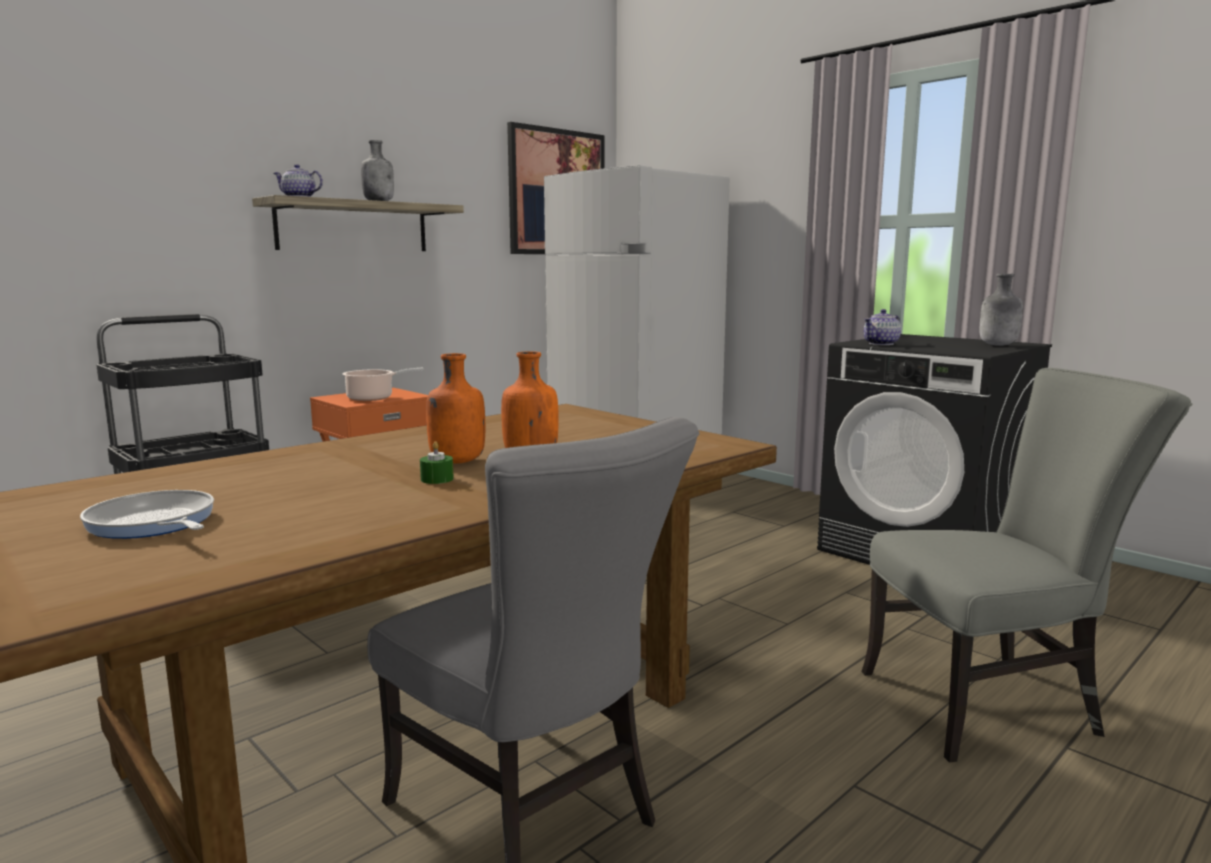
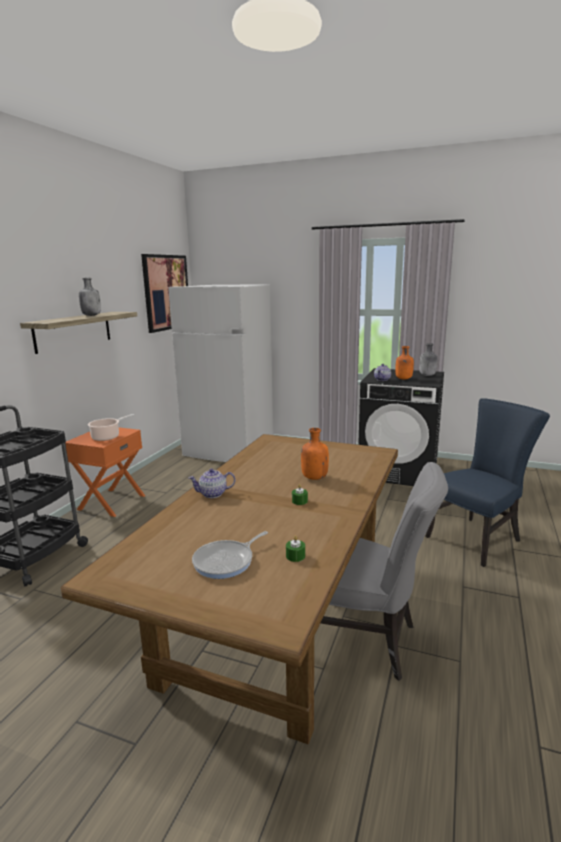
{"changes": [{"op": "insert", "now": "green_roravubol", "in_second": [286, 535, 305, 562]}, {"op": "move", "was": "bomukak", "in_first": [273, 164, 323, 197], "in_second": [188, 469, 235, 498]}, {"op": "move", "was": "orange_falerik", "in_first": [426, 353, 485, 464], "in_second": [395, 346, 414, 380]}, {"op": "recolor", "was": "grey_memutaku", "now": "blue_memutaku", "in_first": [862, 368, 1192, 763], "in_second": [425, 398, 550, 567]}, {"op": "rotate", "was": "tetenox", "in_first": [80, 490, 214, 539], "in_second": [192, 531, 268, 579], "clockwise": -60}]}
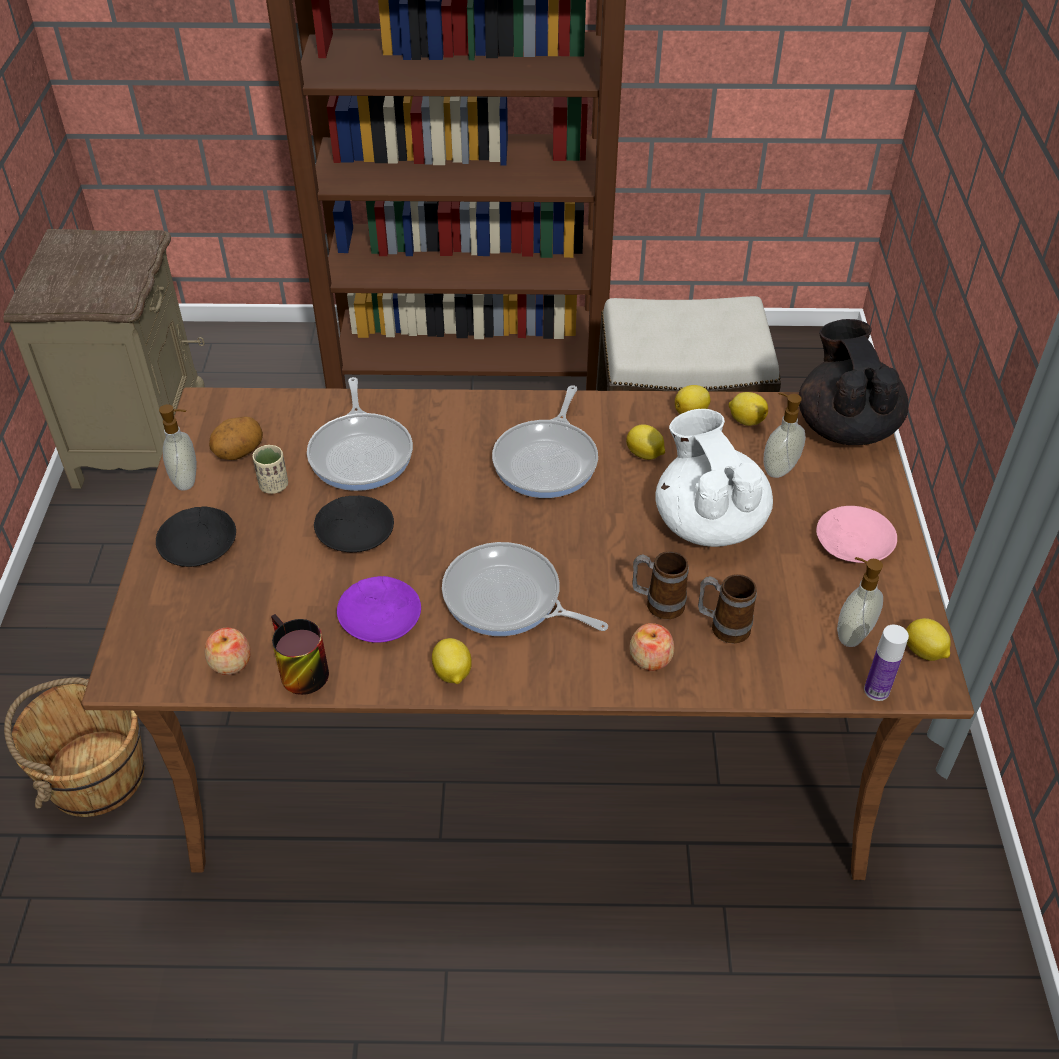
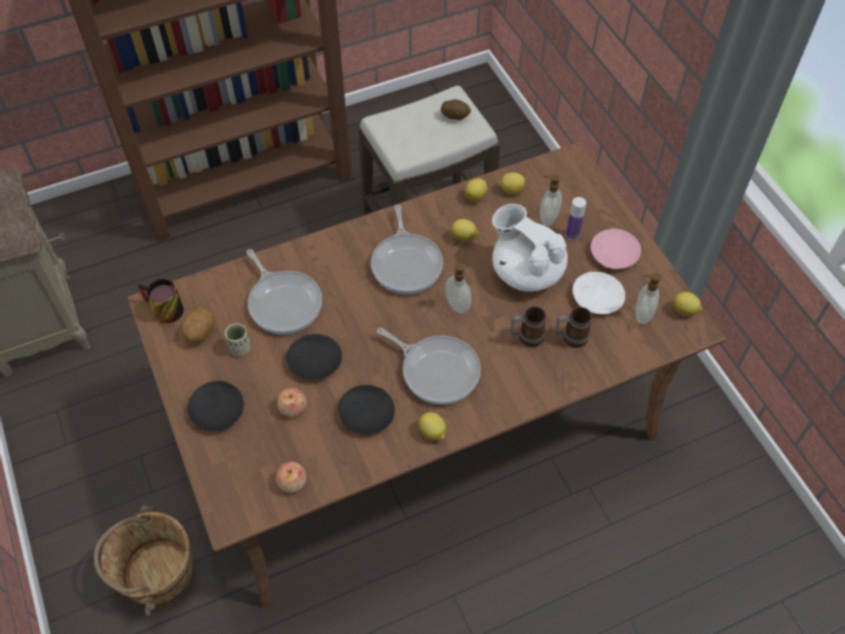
{"changes": [{"op": "delete", "was": "black_bomukak", "in_first": [799, 319, 908, 445]}, {"op": "insert", "now": "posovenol", "in_second": [441, 99, 471, 120]}, {"op": "insert", "now": "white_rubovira", "in_second": [572, 272, 625, 314]}, {"op": "move", "was": "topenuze", "in_first": [159, 404, 197, 491], "in_second": [445, 263, 472, 314]}, {"op": "move", "was": "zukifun", "in_first": [271, 614, 329, 695], "in_second": [138, 279, 184, 323]}, {"op": "move", "was": "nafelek", "in_first": [630, 623, 674, 671], "in_second": [277, 387, 307, 418]}, {"op": "move", "was": "falerik", "in_first": [864, 625, 909, 701], "in_second": [566, 197, 586, 241]}, {"op": "recolor", "was": "purple_rubovira", "now": "black_rubovira", "in_first": [337, 576, 421, 643], "in_second": [338, 385, 395, 435]}, {"op": "rotate", "was": "tetenox", "in_first": [442, 542, 608, 636], "in_second": [377, 328, 481, 405], "clockwise": -150}]}
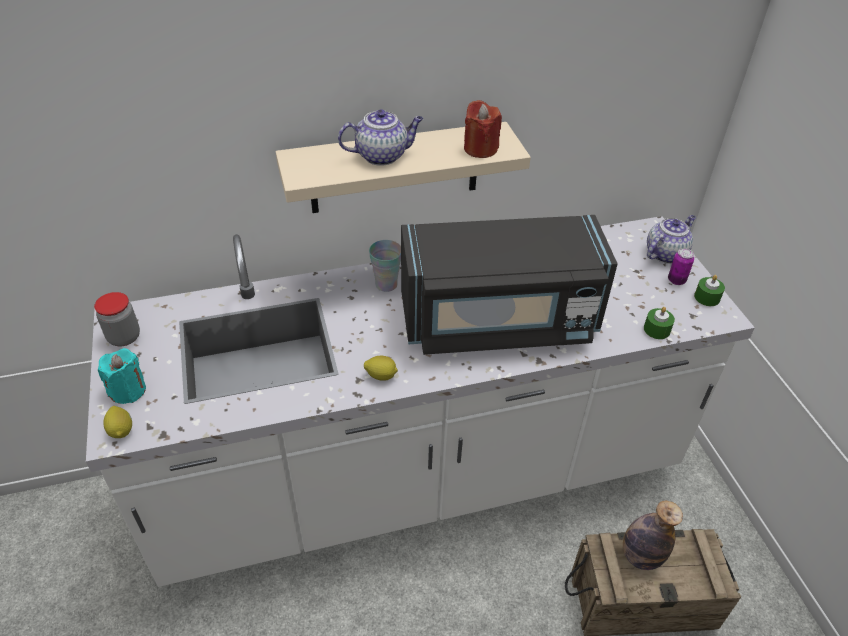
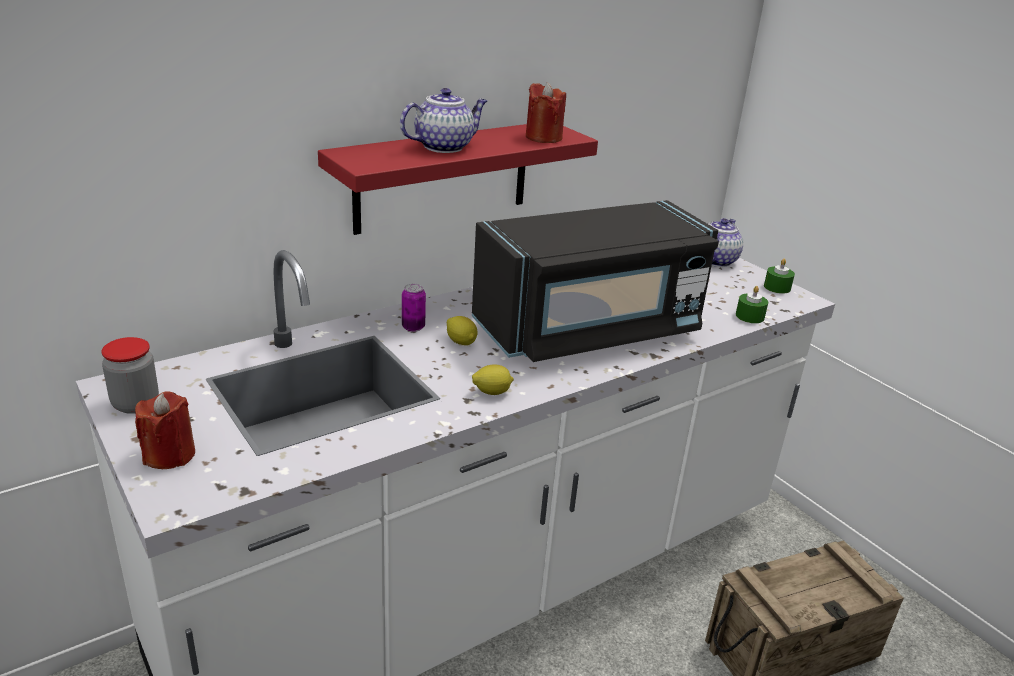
{"changes": [{"op": "delete", "was": "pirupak", "in_first": [369, 240, 401, 292]}, {"op": "delete", "was": "falerik", "in_first": [623, 501, 683, 570]}, {"op": "move", "was": "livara", "in_first": [103, 406, 132, 438], "in_second": [447, 316, 478, 345]}, {"op": "move", "was": "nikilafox", "in_first": [668, 248, 694, 285], "in_second": [402, 284, 426, 332]}, {"op": "recolor", "was": "turquoise_roravubol", "now": "red_roravubol", "in_first": [98, 348, 146, 404], "in_second": [135, 391, 195, 469]}, {"op": "recolor", "was": "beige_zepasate", "now": "red_zepasate", "in_first": [276, 122, 531, 213], "in_second": [318, 124, 598, 235]}]}
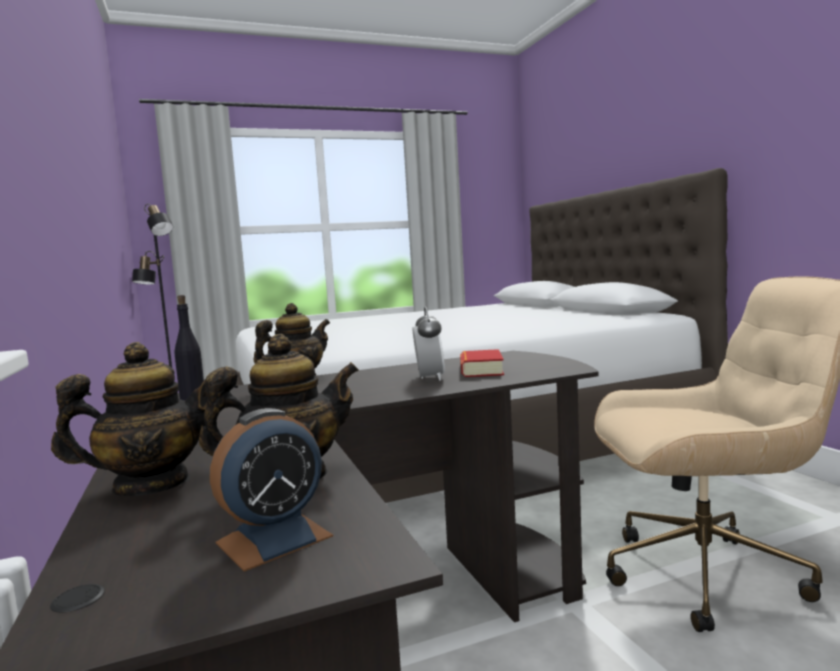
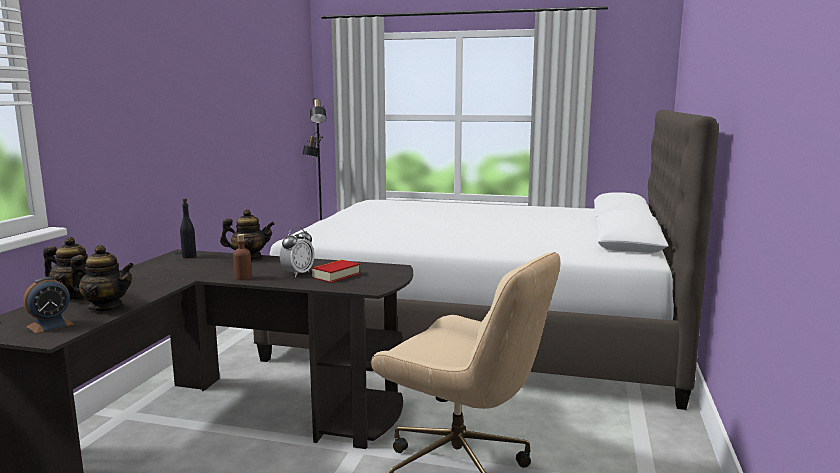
{"changes": [{"op": "insert", "now": "brown_falerik", "in_second": [233, 234, 252, 280]}, {"op": "rotate", "was": "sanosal", "in_first": [210, 408, 333, 572], "in_second": [23, 277, 74, 334], "clockwise": -45}]}
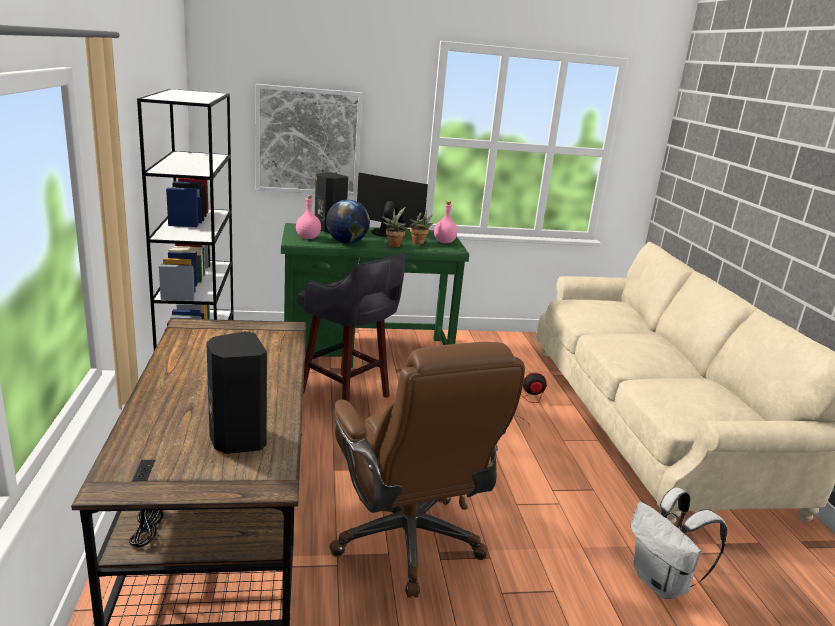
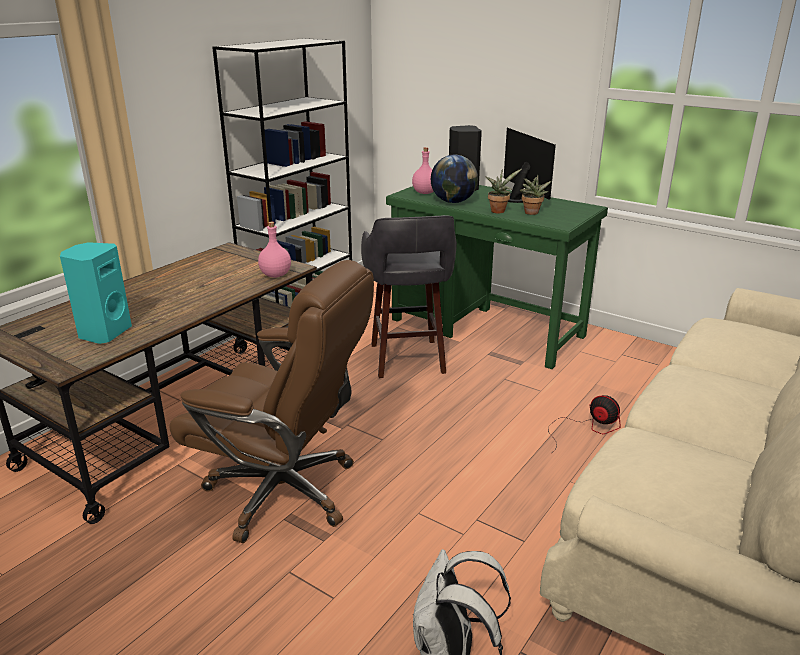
{"changes": [{"op": "delete", "was": "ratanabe", "in_first": [255, 84, 362, 196]}, {"op": "move", "was": "pink_falerik", "in_first": [434, 201, 457, 243], "in_second": [258, 222, 291, 278]}, {"op": "recolor", "was": "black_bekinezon", "now": "turquoise_bekinezon", "in_first": [206, 331, 267, 454], "in_second": [60, 242, 132, 344]}, {"op": "rotate", "was": "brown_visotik", "in_first": [329, 342, 525, 598], "in_second": [170, 260, 374, 543], "clockwise": -90}]}
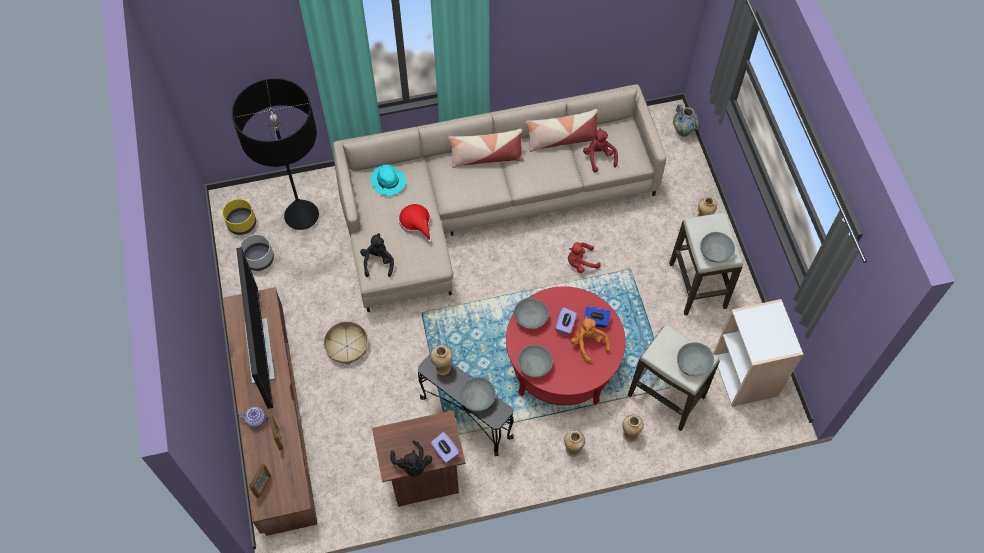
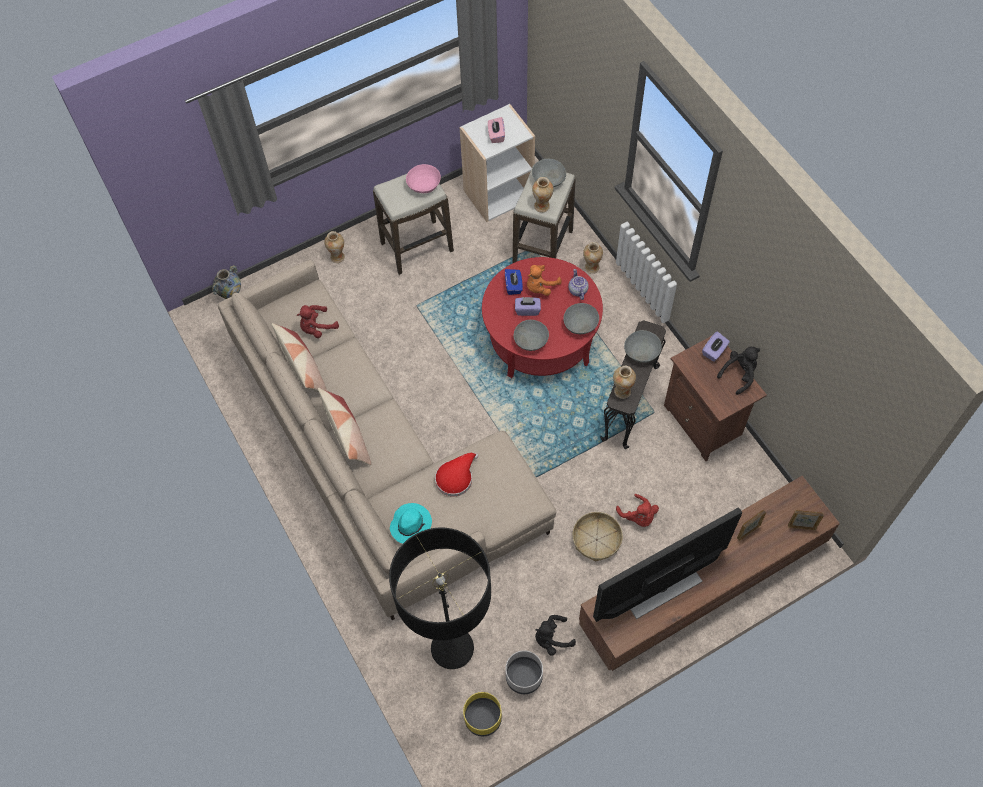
{"changes": [{"op": "insert", "now": "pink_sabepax", "in_second": [488, 117, 505, 143]}, {"op": "move", "was": "bomukak", "in_first": [237, 407, 270, 428], "in_second": [568, 269, 589, 300]}, {"op": "move", "was": "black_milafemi", "in_first": [360, 233, 394, 277], "in_second": [535, 615, 576, 656]}, {"op": "move", "was": "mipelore", "in_first": [564, 430, 585, 457], "in_second": [532, 177, 554, 213]}, {"op": "move", "was": "red_milafemi", "in_first": [568, 242, 601, 273], "in_second": [616, 494, 659, 527]}, {"op": "recolor", "was": "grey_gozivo", "now": "pink_gozivo", "in_first": [700, 232, 735, 262], "in_second": [406, 164, 441, 193]}]}
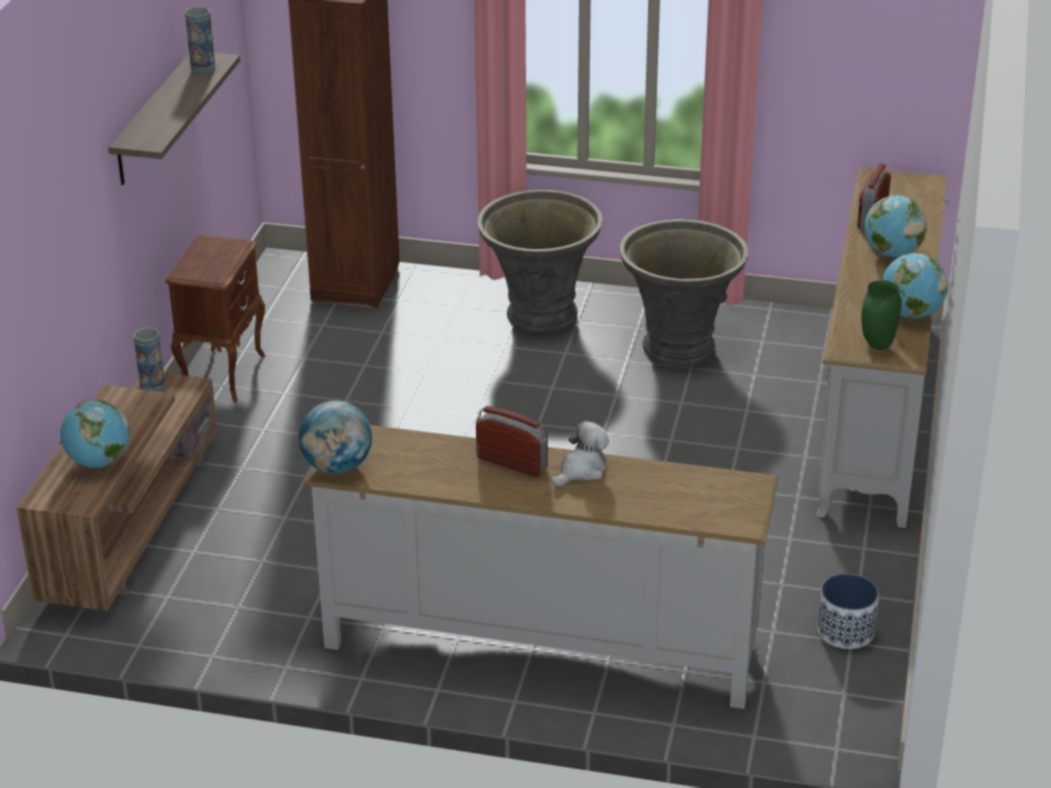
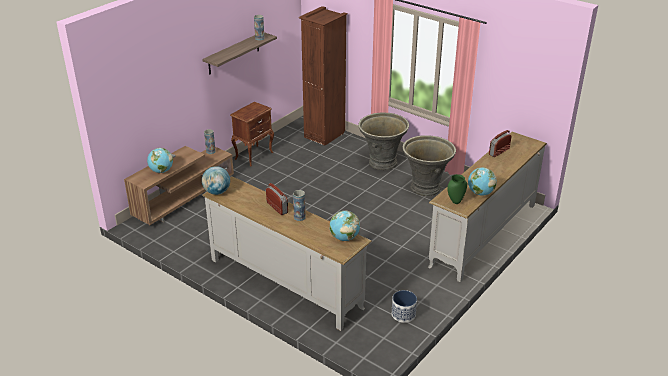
{"changes": [{"op": "move", "was": "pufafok", "in_first": [864, 195, 927, 257], "in_second": [330, 211, 360, 241]}, {"op": "replace", "was": "milafemi", "now": "mipelore", "in_first": [551, 421, 609, 486], "in_second": [293, 190, 306, 221]}]}
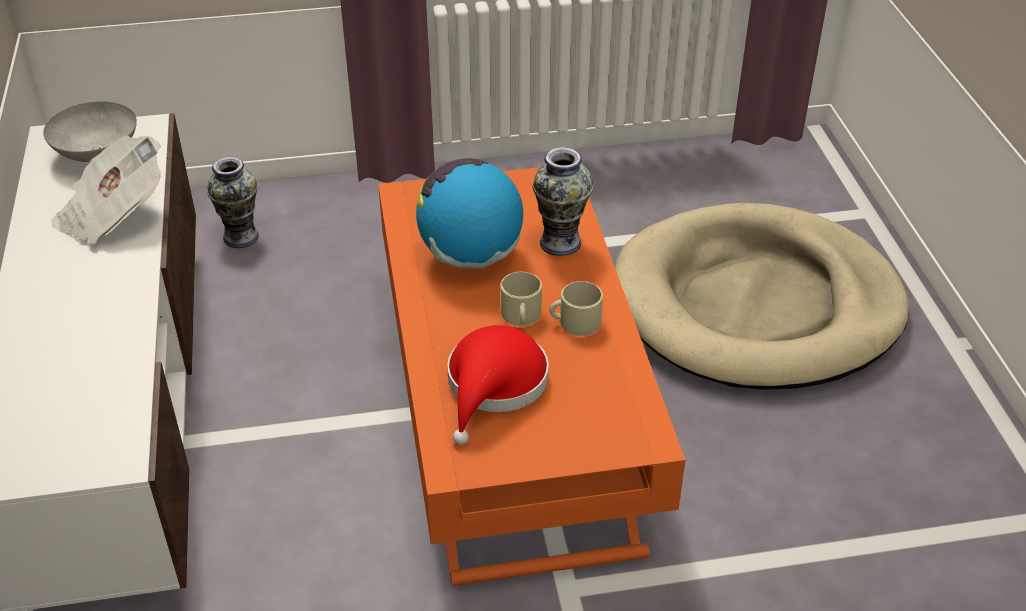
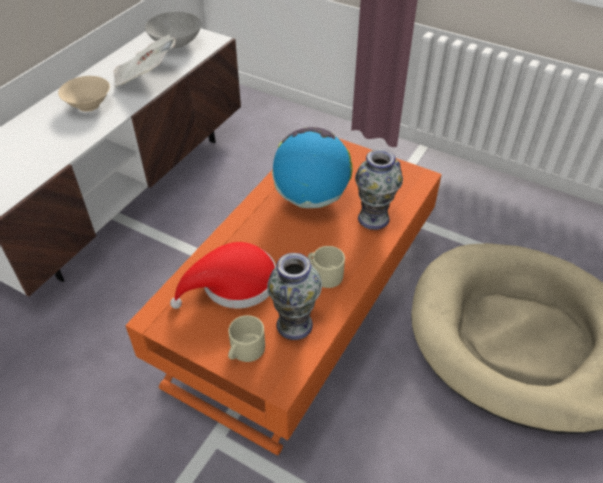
{"changes": [{"op": "insert", "now": "beige_gozivo", "in_second": [58, 76, 110, 112]}, {"op": "move", "was": "mipelore", "in_first": [207, 157, 259, 248], "in_second": [267, 253, 322, 340]}, {"op": "move", "was": "beige_zukifun", "in_first": [501, 272, 542, 326], "in_second": [228, 315, 265, 362]}]}
